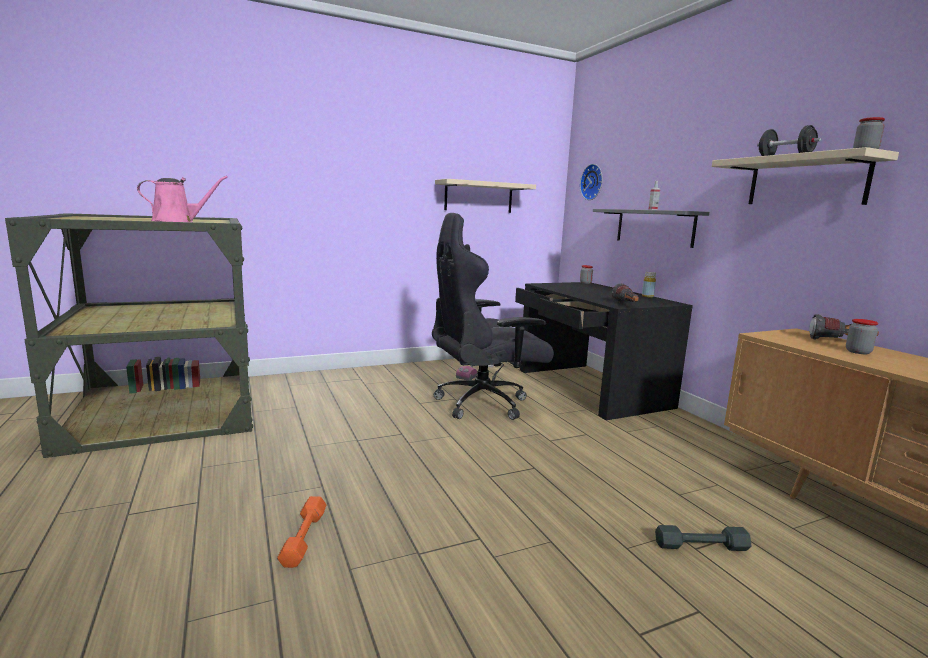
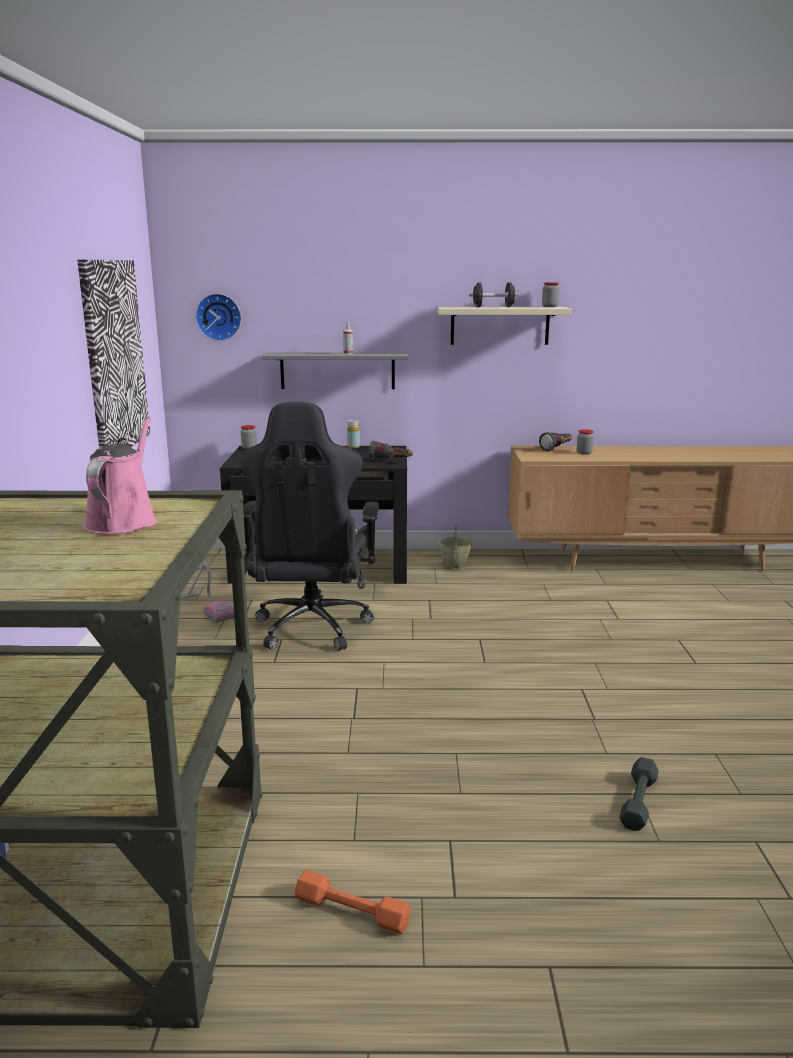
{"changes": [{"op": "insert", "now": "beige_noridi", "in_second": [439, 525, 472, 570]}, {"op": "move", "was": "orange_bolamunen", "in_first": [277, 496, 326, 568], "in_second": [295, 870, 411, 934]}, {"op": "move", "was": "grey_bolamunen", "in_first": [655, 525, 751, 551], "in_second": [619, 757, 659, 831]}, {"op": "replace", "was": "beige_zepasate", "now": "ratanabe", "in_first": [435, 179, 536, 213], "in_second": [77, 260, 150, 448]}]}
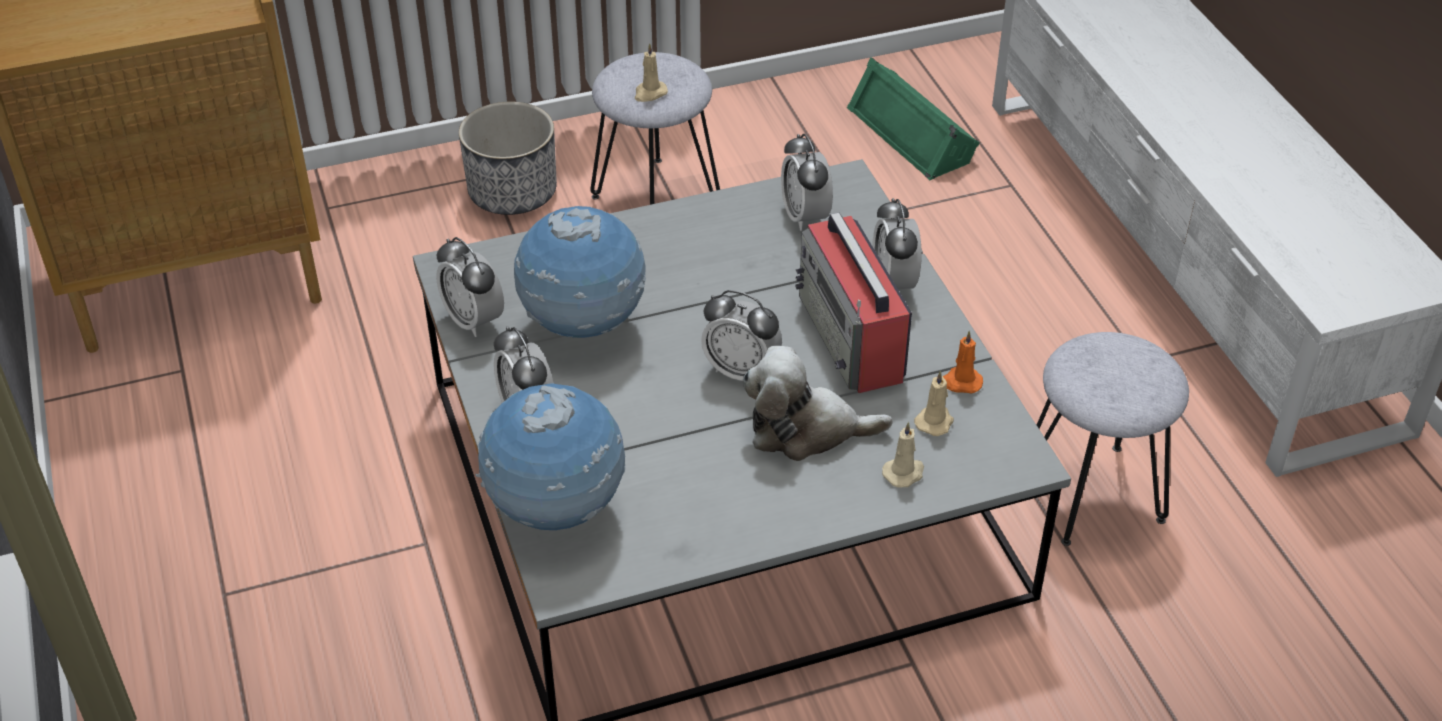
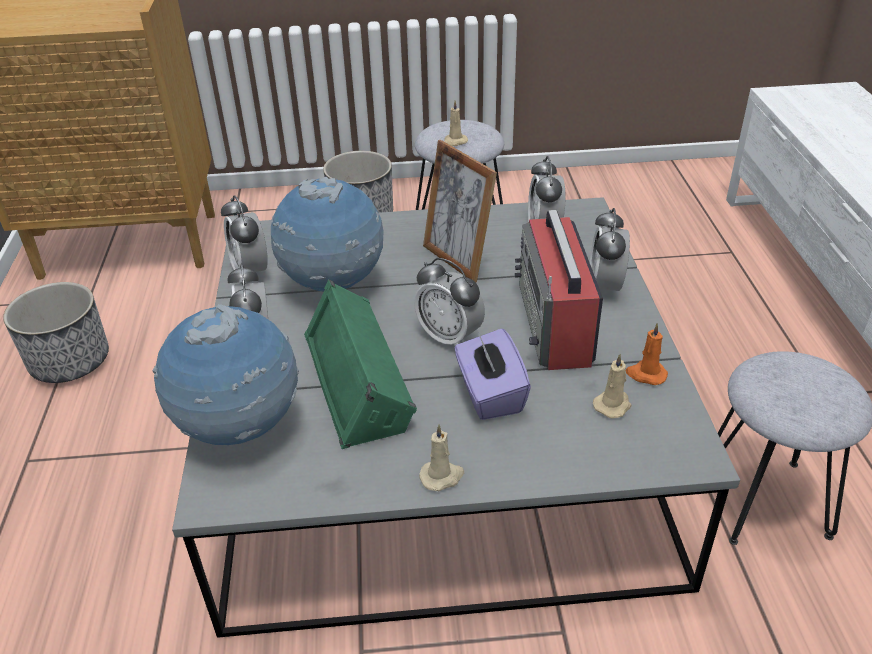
{"changes": [{"op": "insert", "now": "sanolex", "in_second": [3, 282, 109, 383]}, {"op": "insert", "now": "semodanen", "in_second": [423, 140, 497, 283]}, {"op": "move", "was": "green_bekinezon", "in_first": [847, 57, 980, 180], "in_second": [304, 279, 417, 449]}, {"op": "move", "was": "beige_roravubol", "in_first": [882, 422, 924, 487], "in_second": [419, 424, 464, 491]}, {"op": "replace", "was": "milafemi", "now": "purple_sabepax", "in_first": [743, 346, 893, 461], "in_second": [455, 328, 531, 420]}]}
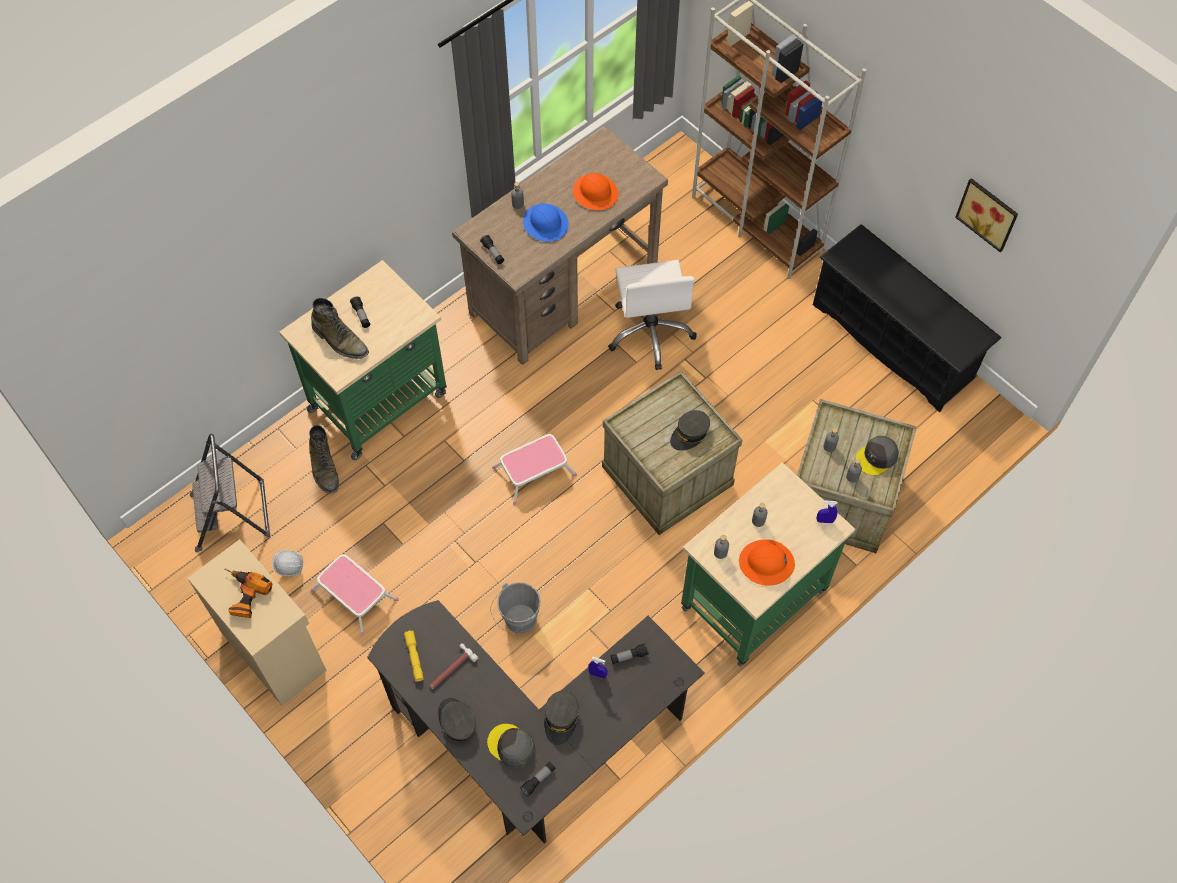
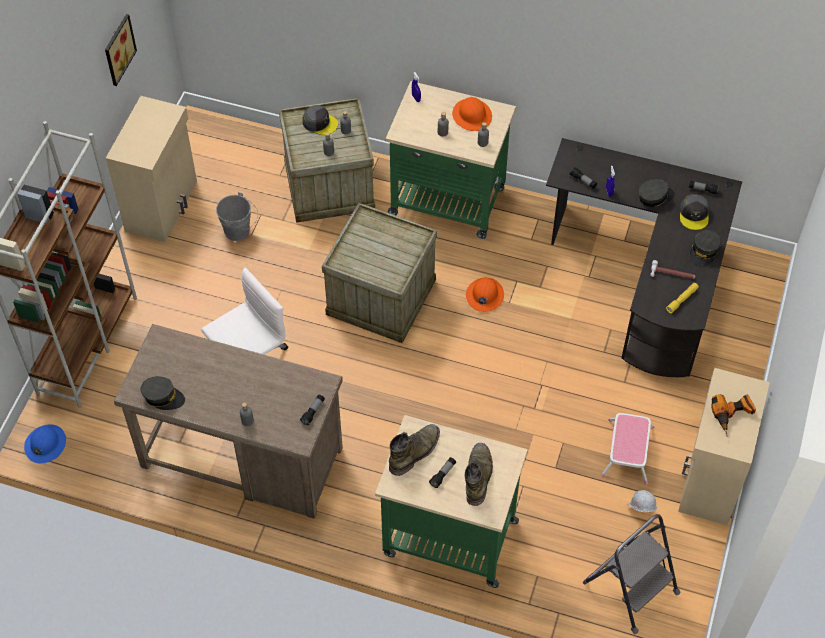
{"changes": [{"op": "delete", "was": "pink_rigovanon", "in_first": [492, 434, 577, 506]}, {"op": "move", "was": "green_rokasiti", "in_first": [309, 425, 339, 494], "in_second": [389, 424, 440, 476]}, {"op": "move", "was": "grey_noridi", "in_first": [490, 582, 541, 634], "in_second": [216, 192, 258, 241]}, {"op": "move", "was": "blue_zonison", "in_first": [523, 203, 569, 242], "in_second": [24, 424, 66, 463]}, {"op": "move", "was": "orange_zonison", "in_first": [573, 173, 618, 210], "in_second": [466, 278, 504, 312]}, {"op": "move", "was": "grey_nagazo", "in_first": [670, 410, 710, 451], "in_second": [141, 376, 185, 410]}, {"op": "replace", "was": "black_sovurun", "now": "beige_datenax", "in_first": [813, 224, 1002, 412], "in_second": [106, 96, 197, 242]}]}
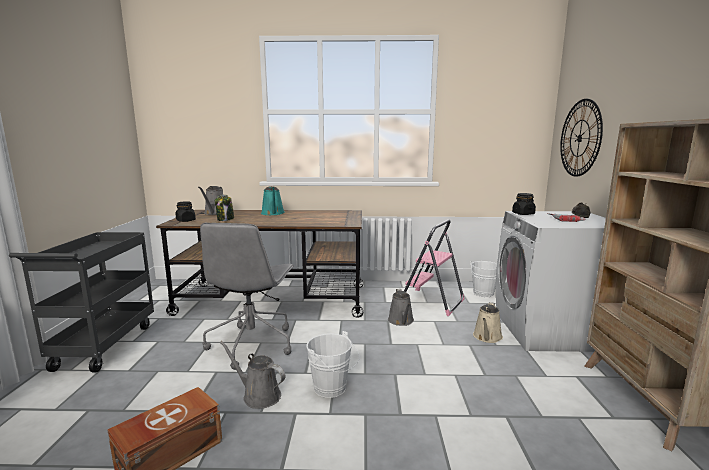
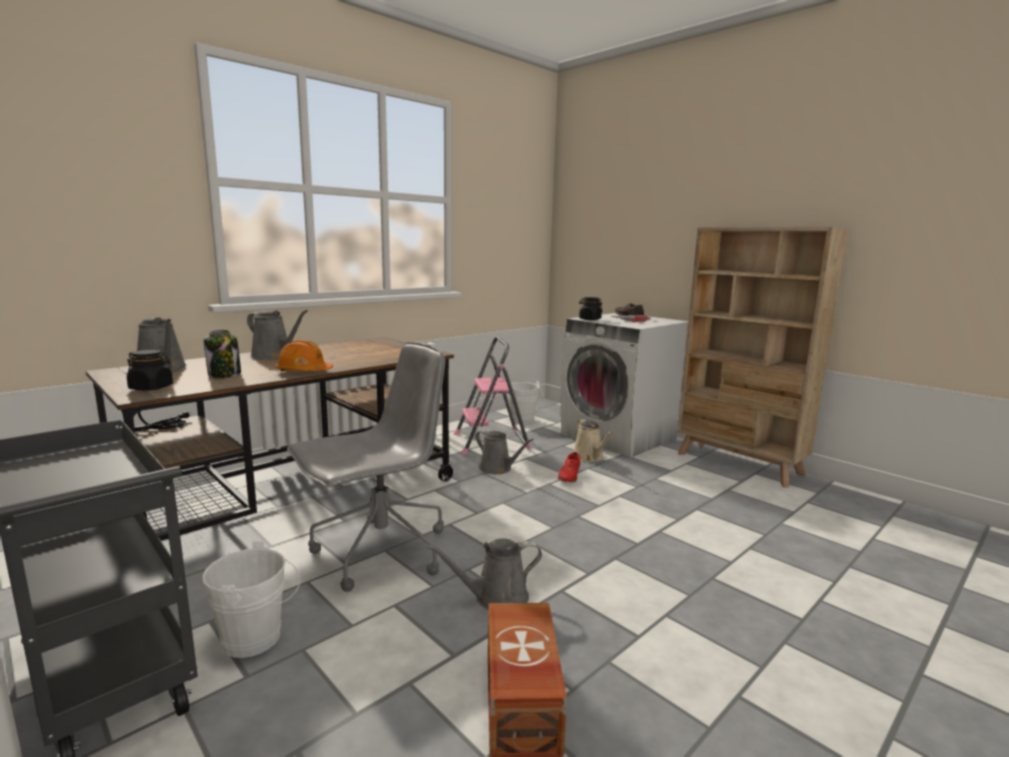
{"changes": [{"op": "delete", "was": "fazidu", "in_first": [560, 99, 603, 177]}, {"op": "insert", "now": "orange_zonison", "in_second": [275, 340, 333, 371]}, {"op": "insert", "now": "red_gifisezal", "in_second": [558, 452, 580, 482]}, {"op": "move", "was": "white_noridi", "in_first": [306, 331, 359, 398], "in_second": [202, 541, 300, 658]}, {"op": "recolor", "was": "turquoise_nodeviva", "now": "grey_nodeviva", "in_first": [261, 186, 285, 215], "in_second": [247, 310, 308, 360]}, {"op": "rotate", "was": "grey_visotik", "in_first": [200, 223, 294, 370], "in_second": [287, 342, 445, 592], "clockwise": -90}]}
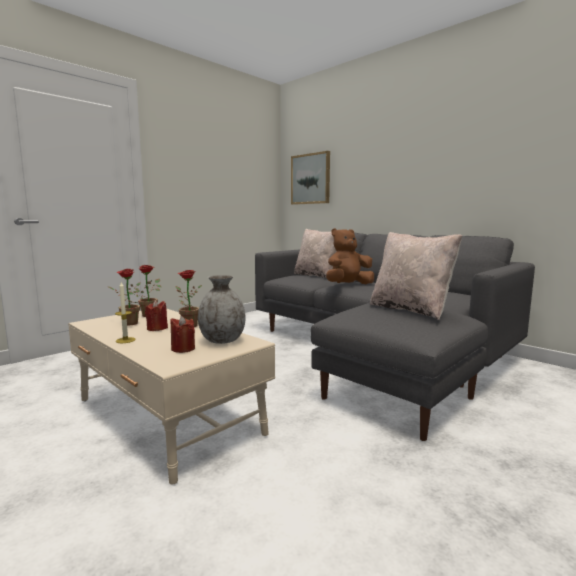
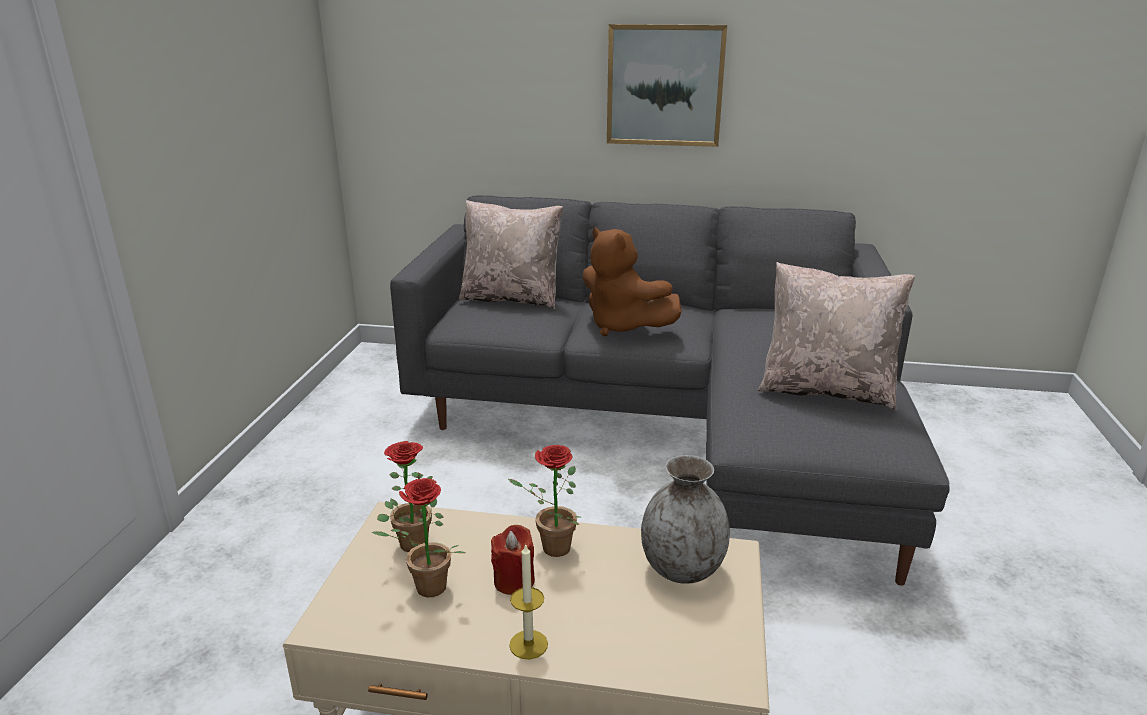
{"changes": [{"op": "delete", "was": "red_roravubol", "in_first": [170, 316, 195, 353]}, {"op": "move", "was": "ratanabe", "in_first": [291, 151, 330, 205], "in_second": [607, 24, 727, 147]}, {"op": "rotate", "was": "brown_milafemi", "in_first": [326, 228, 374, 284], "in_second": [582, 227, 682, 336], "clockwise": -75}]}
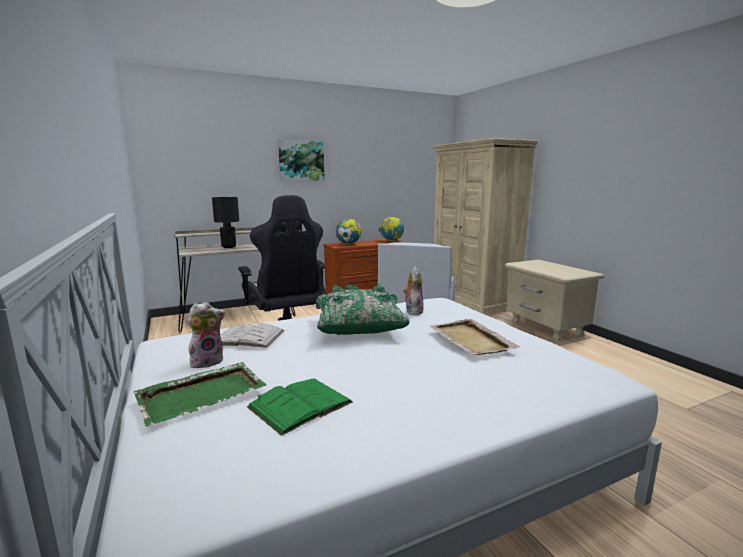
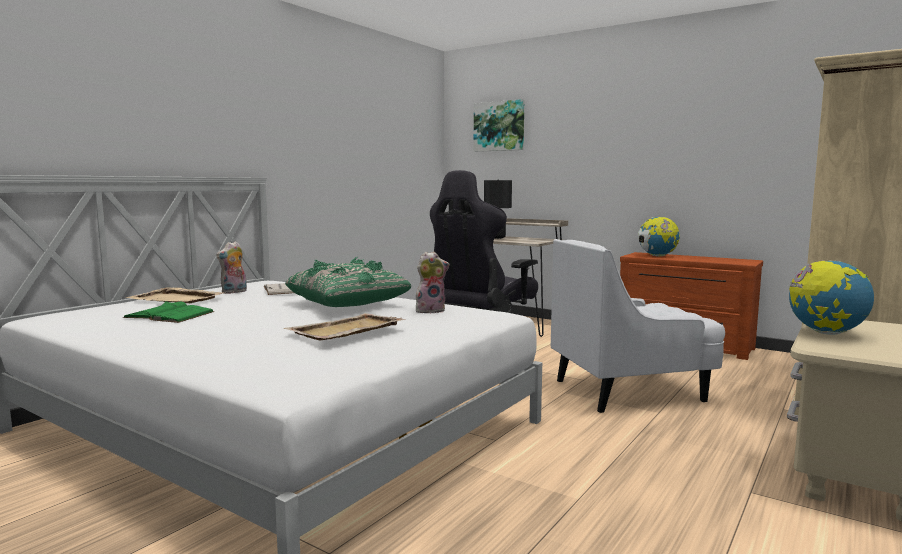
{"changes": [{"op": "move", "was": "ratanabe", "in_first": [278, 140, 325, 181], "in_second": [474, 99, 524, 152]}, {"op": "move", "was": "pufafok", "in_first": [379, 217, 404, 241], "in_second": [789, 261, 874, 335]}, {"op": "recolor", "was": "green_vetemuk", "now": "beige_vetemuk", "in_first": [134, 362, 266, 426], "in_second": [126, 287, 226, 303]}, {"op": "rotate", "was": "milafemi", "in_first": [187, 302, 225, 368], "in_second": [216, 241, 247, 294], "clockwise": 105}]}
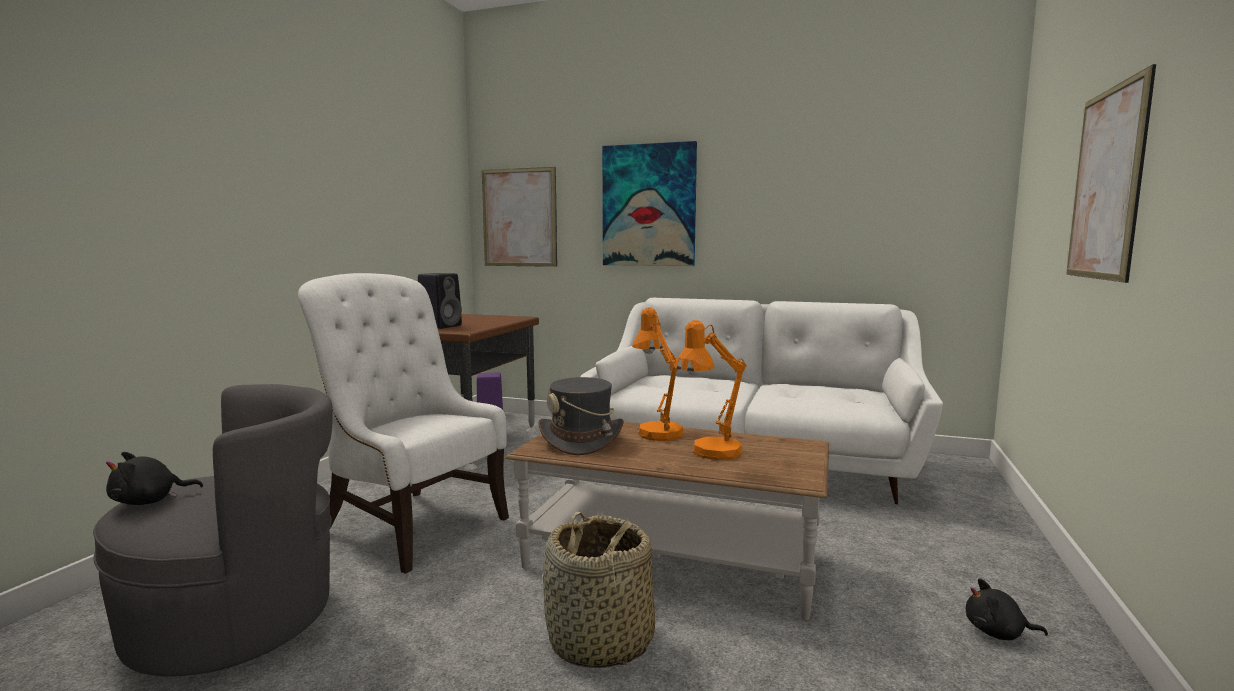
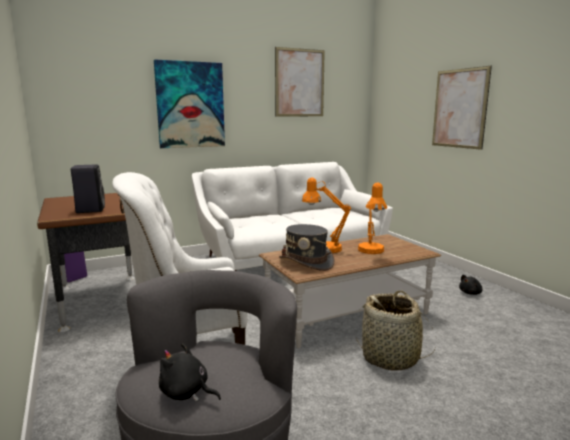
{"changes": [{"op": "move", "was": "ratanabe", "in_first": [482, 167, 557, 267], "in_second": [275, 47, 325, 117]}, {"op": "rotate", "was": "black_milafemi", "in_first": [106, 452, 203, 505], "in_second": [159, 343, 221, 402], "clockwise": 105}]}
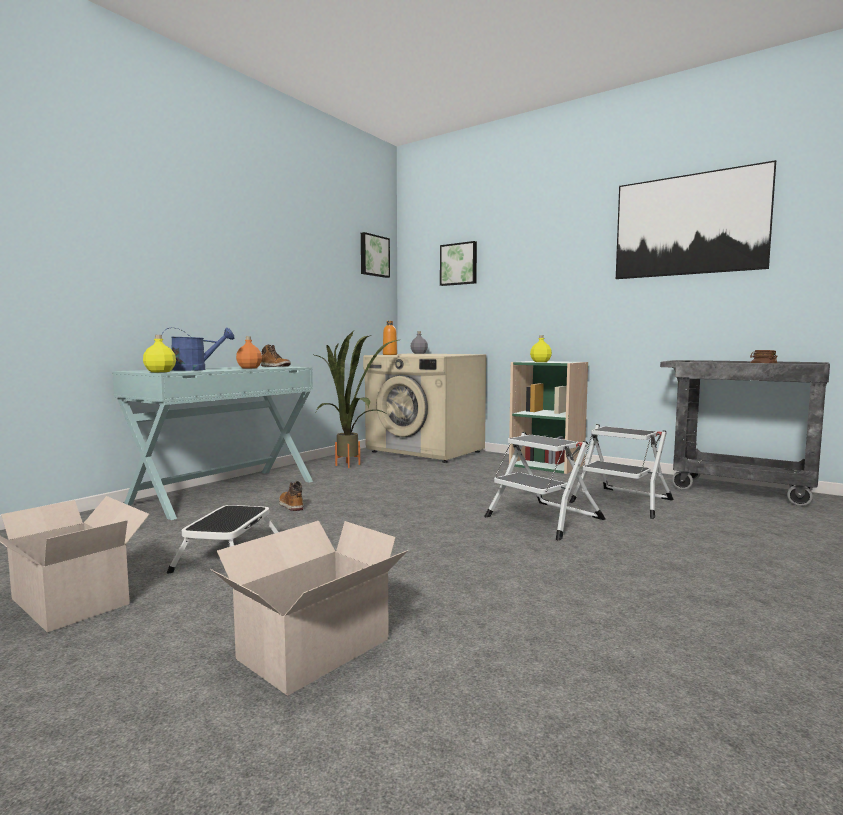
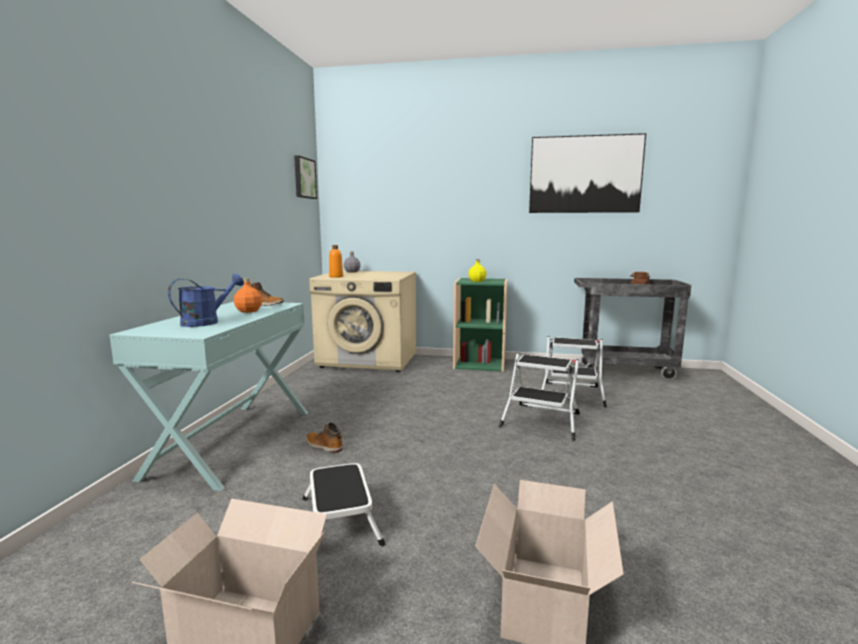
{"changes": [{"op": "delete", "was": "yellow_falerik", "in_first": [143, 335, 176, 372]}, {"op": "delete", "was": "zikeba", "in_first": [315, 332, 402, 468]}, {"op": "delete", "was": "ratanabe", "in_first": [440, 241, 477, 286]}]}
